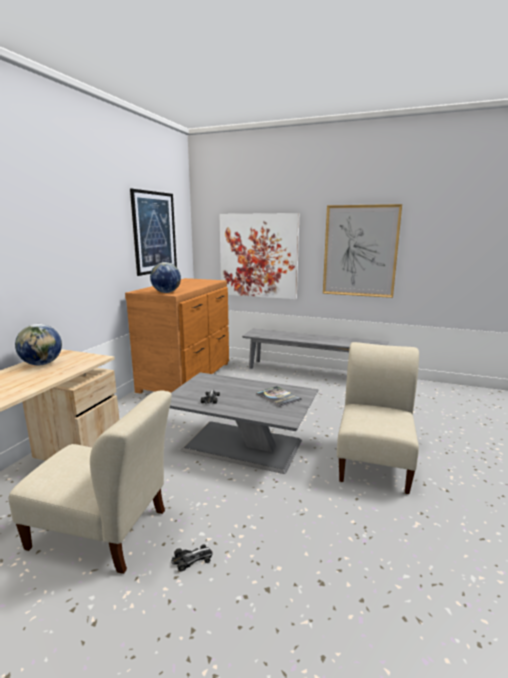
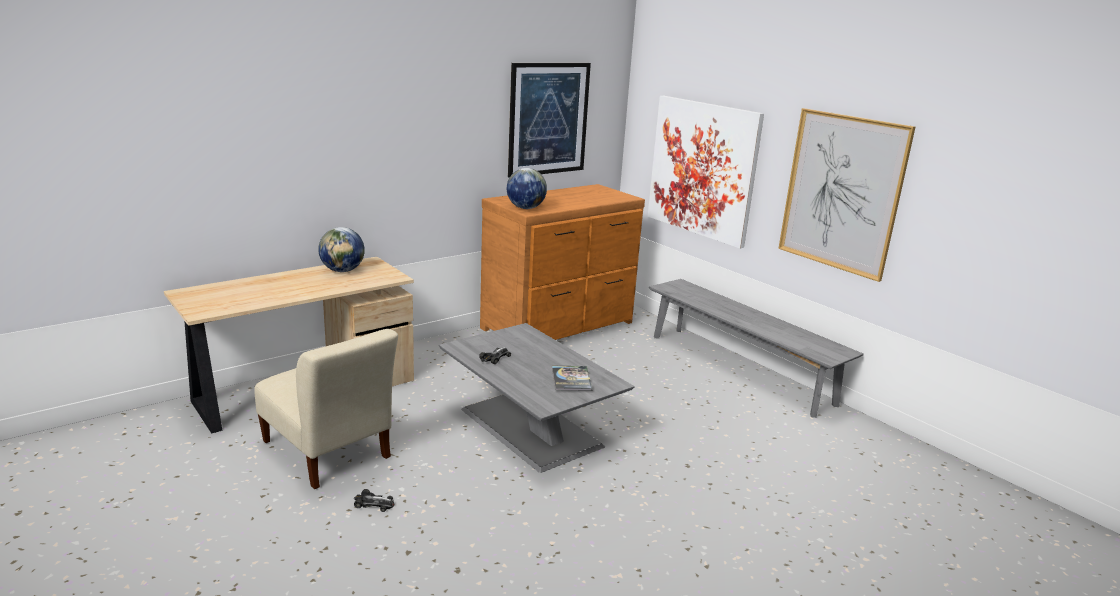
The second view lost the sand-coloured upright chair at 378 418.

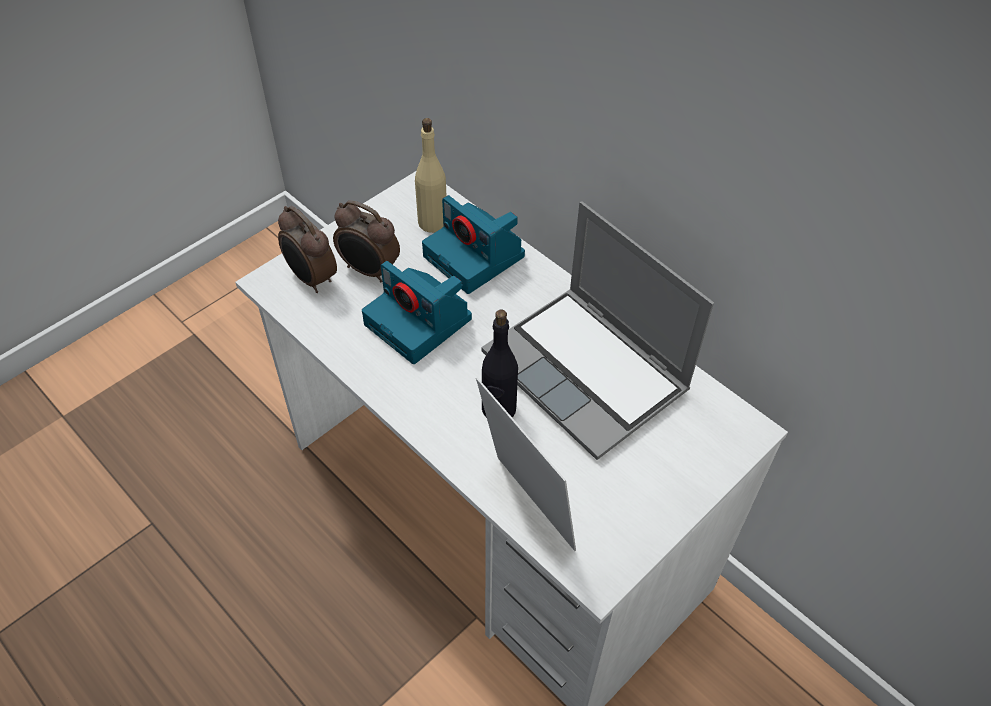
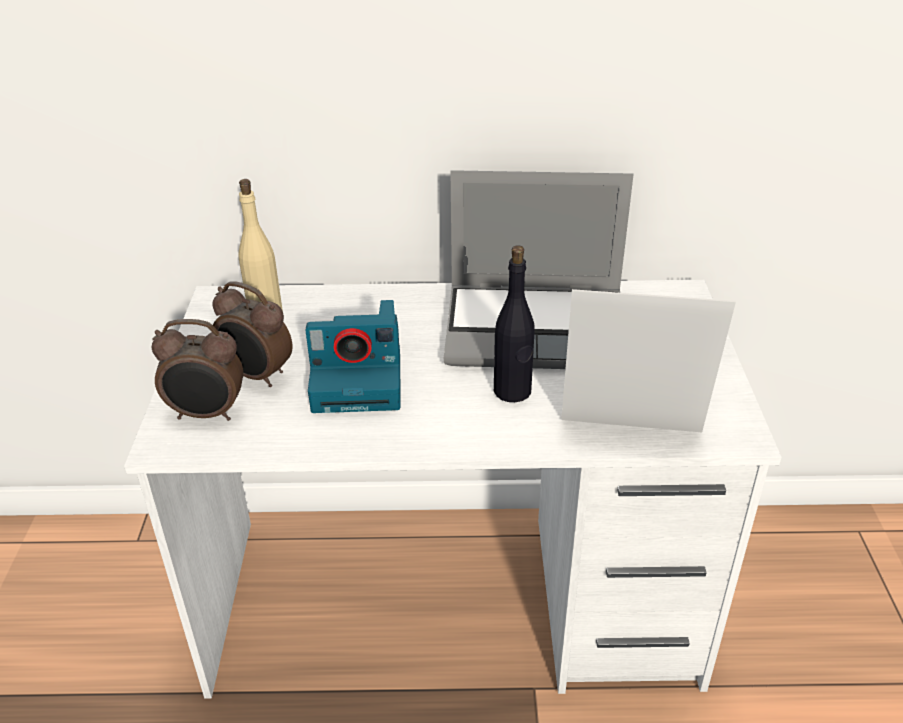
The alarm clock at 366 241 ended up facing another way, 45 degrees clockwise from before. The second view lost the photo camera at 473 244.

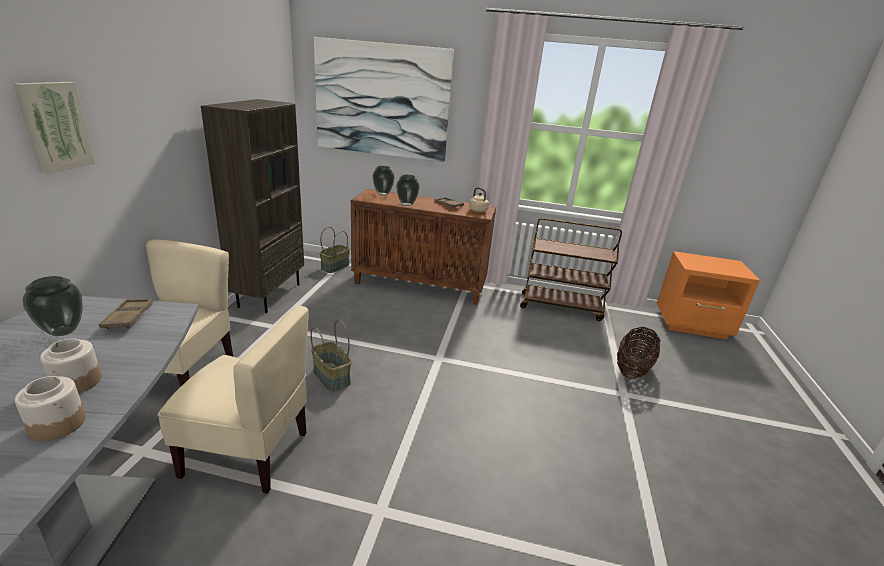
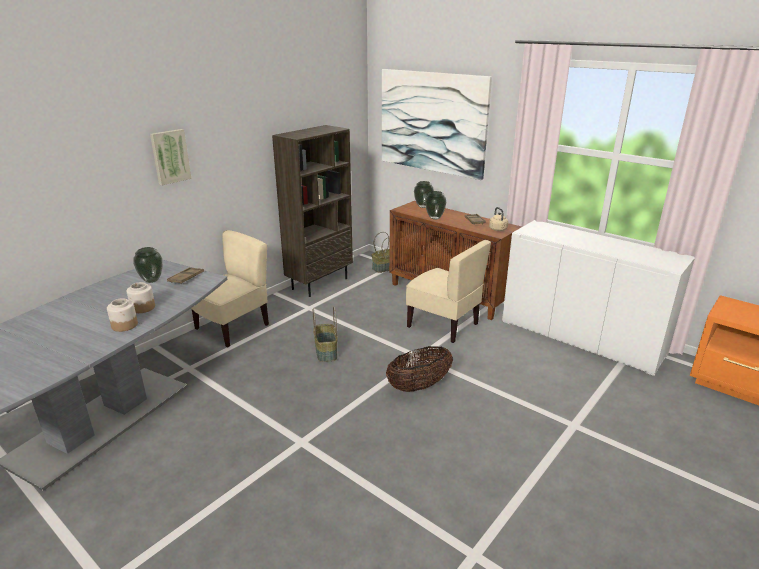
The household basket ended up elsewhere, having gone from 638 353 to 419 369. The sand-coloured upright chair ended up elsewhere, having gone from 233 400 to 448 291. Where the brown trolley stood at 571 269, the white-coloured cabinet came to stand at 598 298.

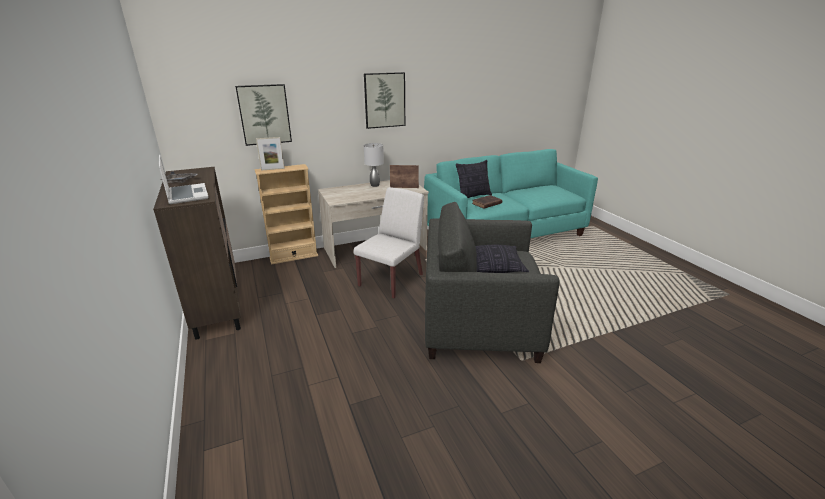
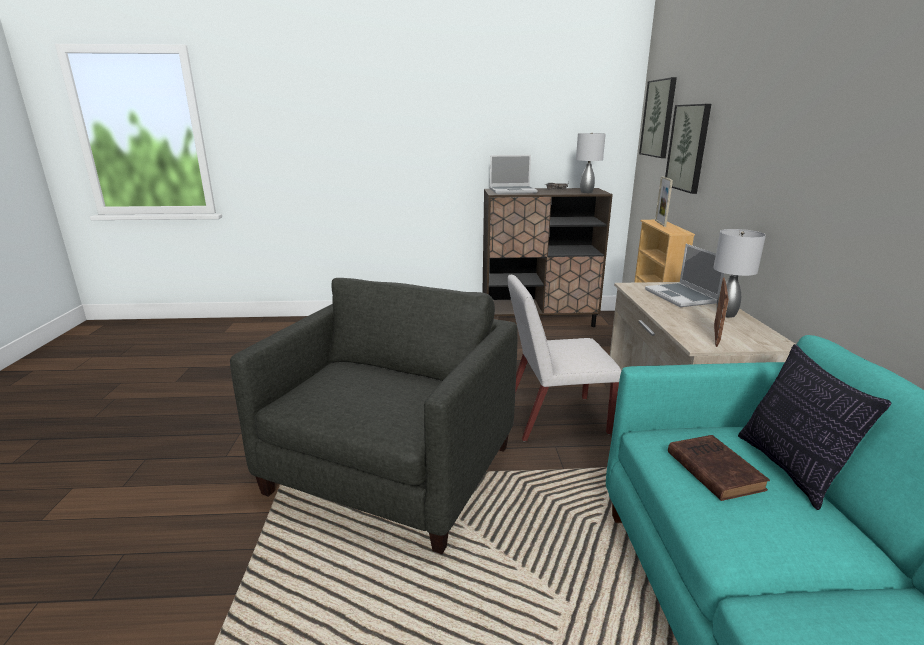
The white-coloured upright chair at 389 243 ended up facing another way, 120 degrees clockwise from before. The second view gained the greyish tabletop lamp at 591 163. The wall art ended up elsewhere, having gone from 384 100 to 658 117. The second view gained the portable computer at 684 275. The second view lost the pillow at 502 259.

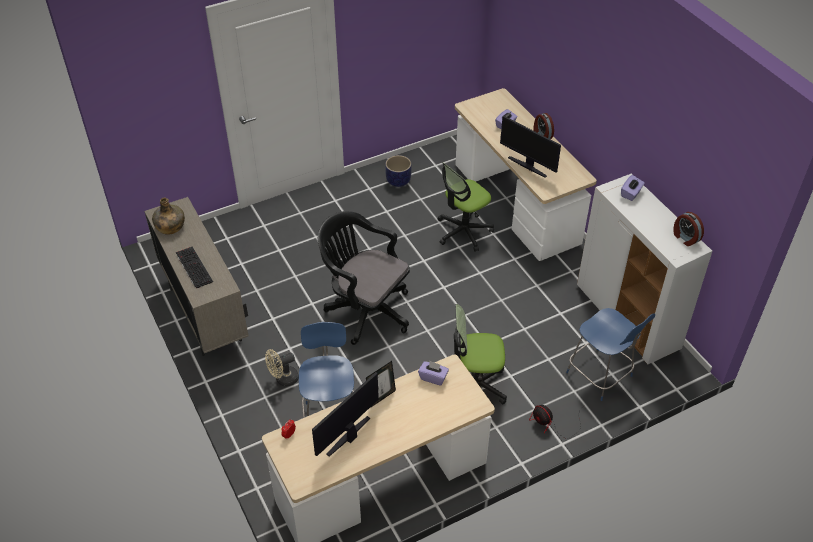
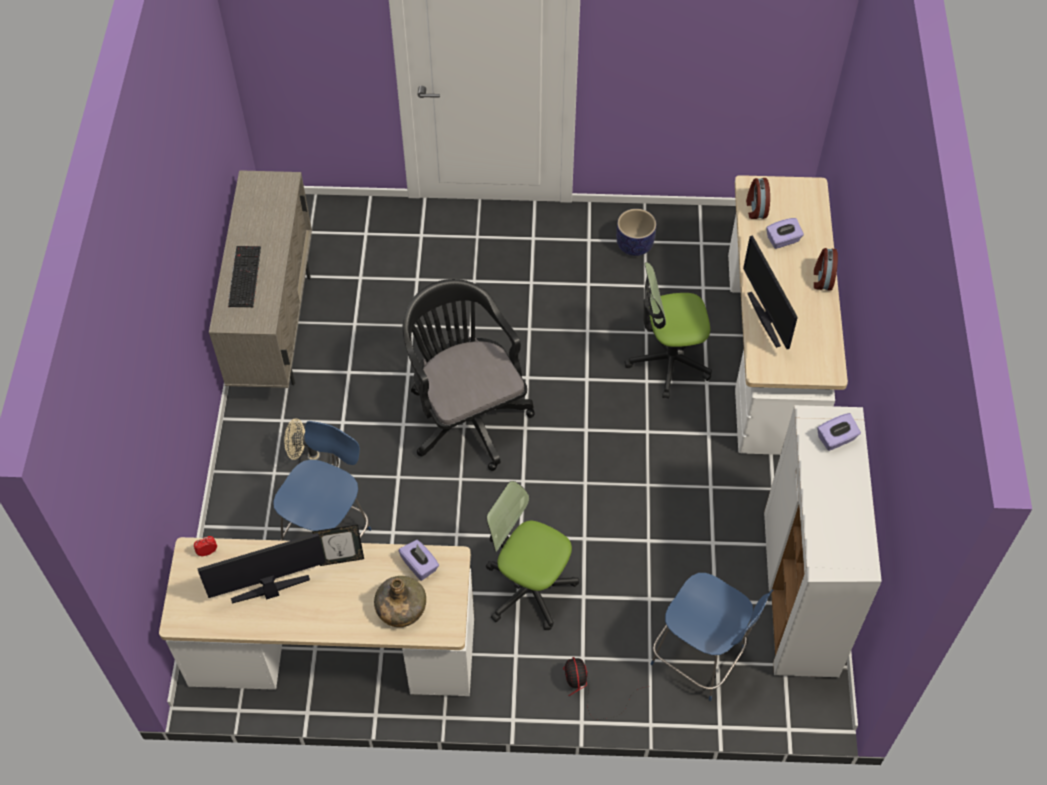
The greenish bottle ended up elsewhere, having gone from 168 216 to 400 601. The blue upright chair at 610 354 ended up facing another way, 45 degrees counterclockwise from before. The alarm clock ended up elsewhere, having gone from 688 229 to 758 198.

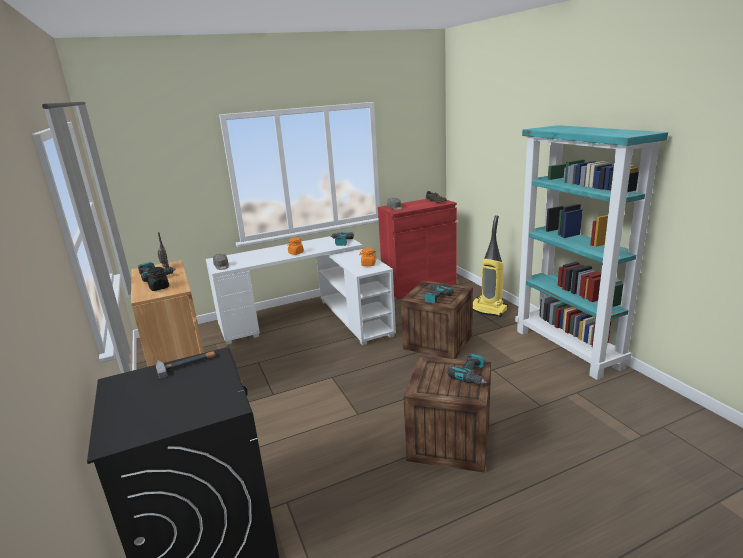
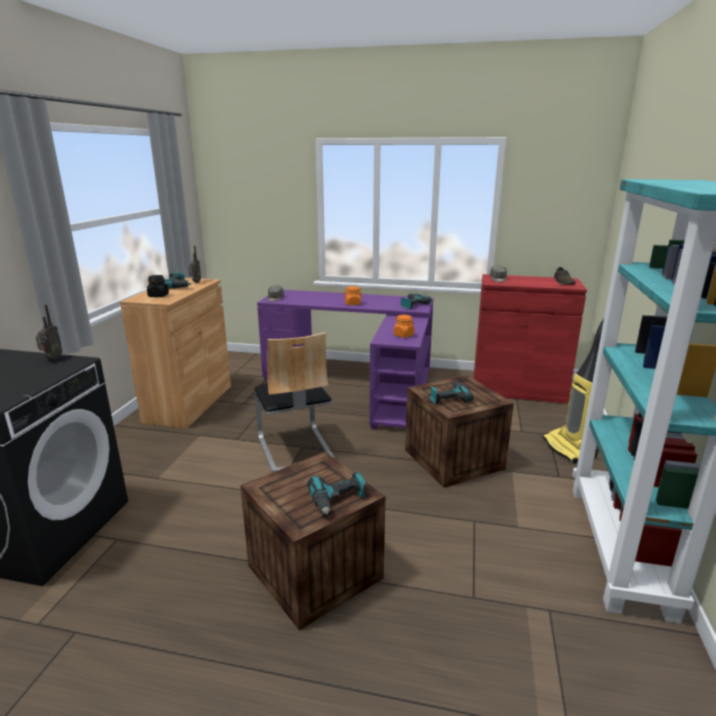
Where the hand hammer stood at 185 365, the radio set came to stand at 48 332. The second view gained the upright chair at 294 402. What was the white-coloured desk at 301 290 turned into the purplish desk at 345 359.

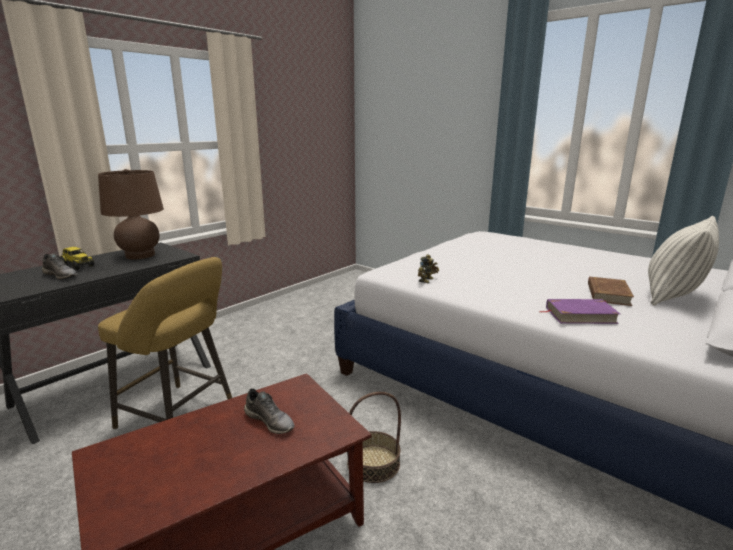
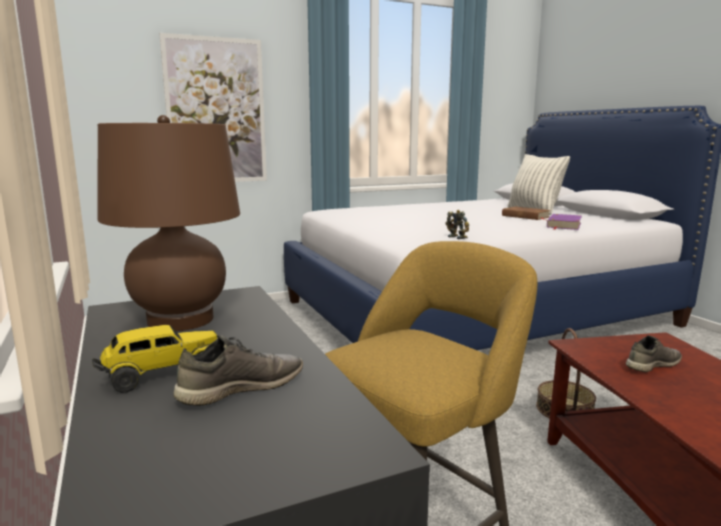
The second view gained the wall art at 213 107.

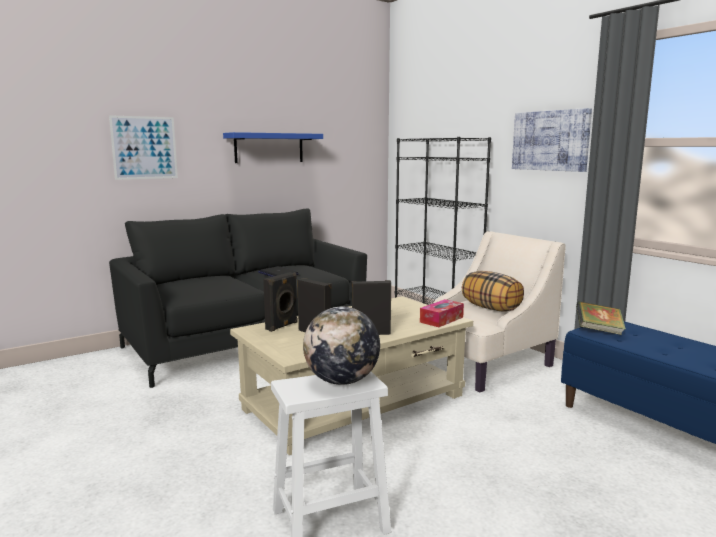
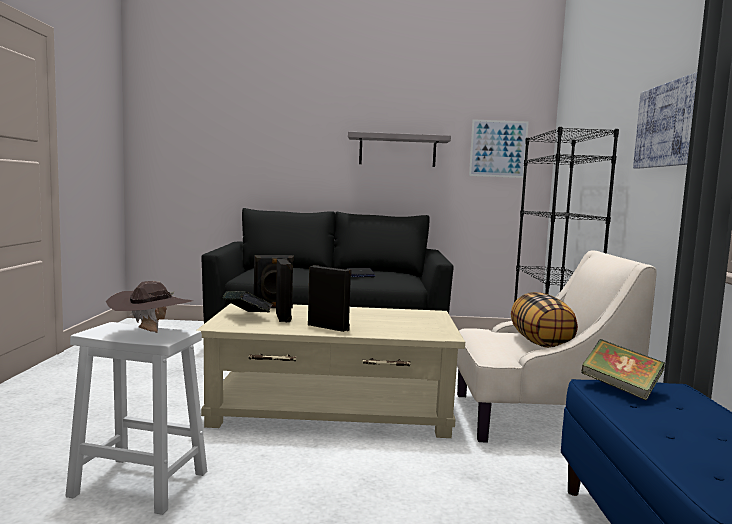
Where the world globe stood at 341 346, the brown hat came to stand at 149 307. The second view gained the bound book at 247 301. What was the blue wall shelf at 273 147 turned into the greyish wall shelf at 399 149. The wall art ended up elsewhere, having gone from 143 147 to 499 148. The second view lost the tissue holder at 442 313.

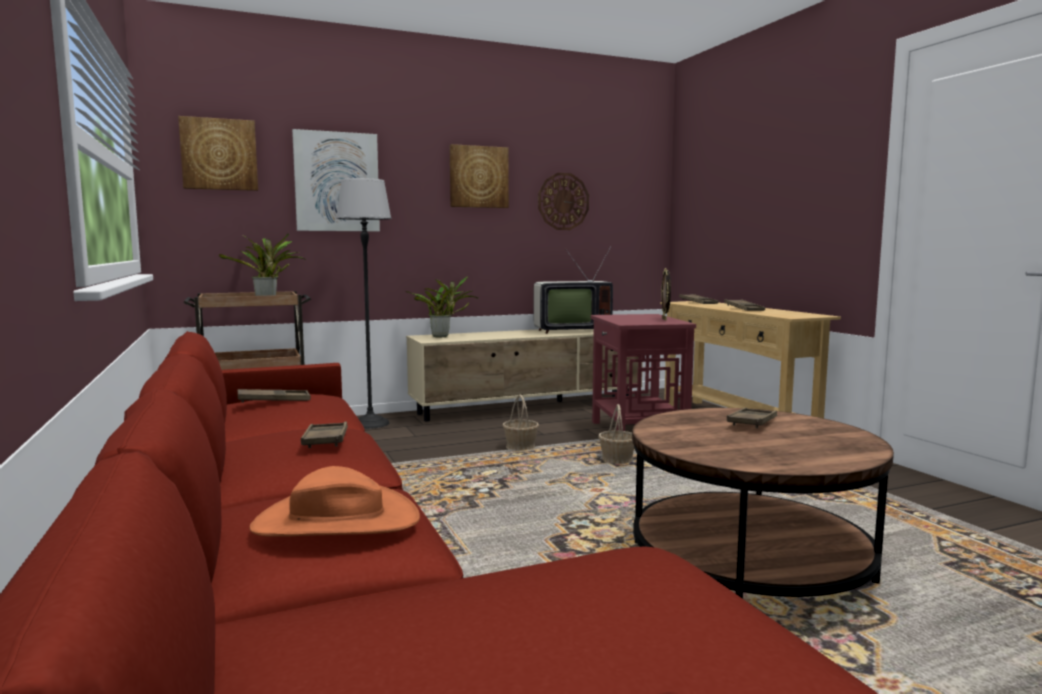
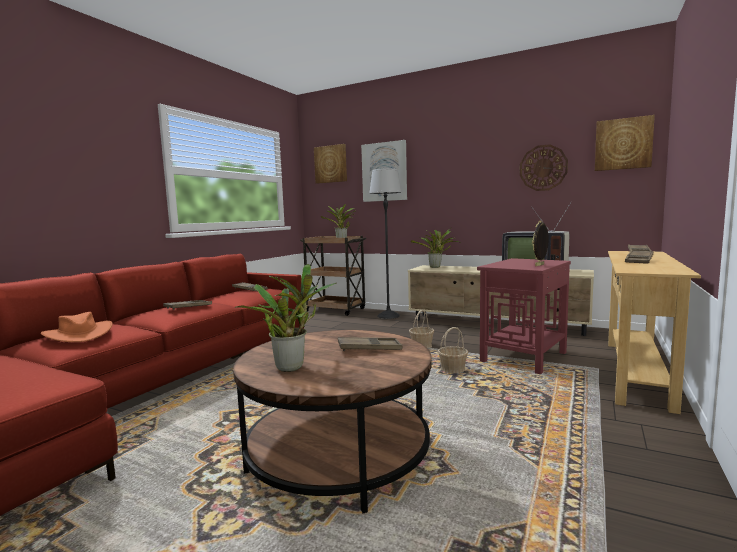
The second view gained the potted plant at 286 318. The wall art ended up elsewhere, having gone from 479 176 to 625 143.

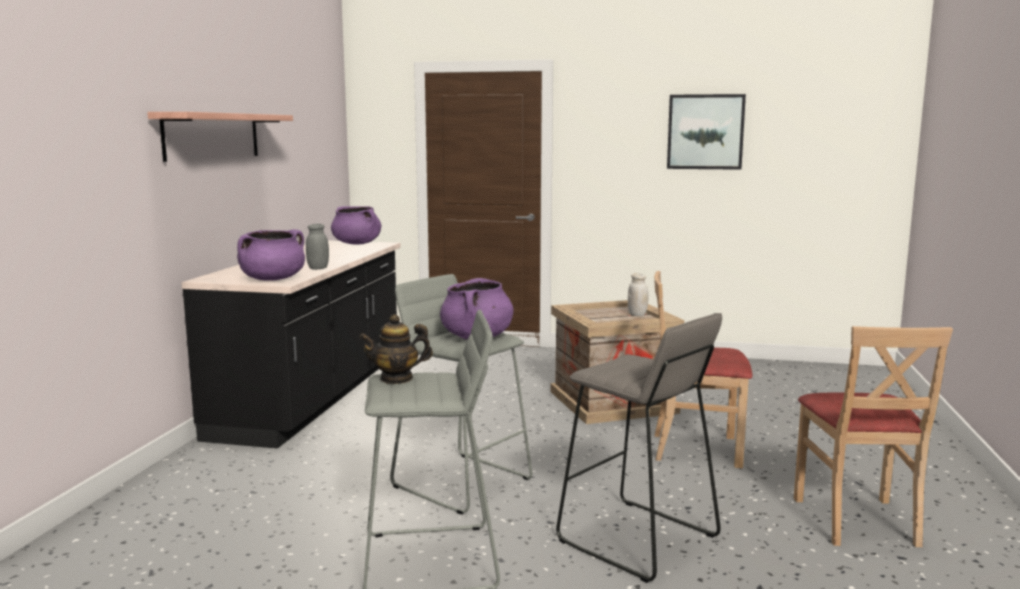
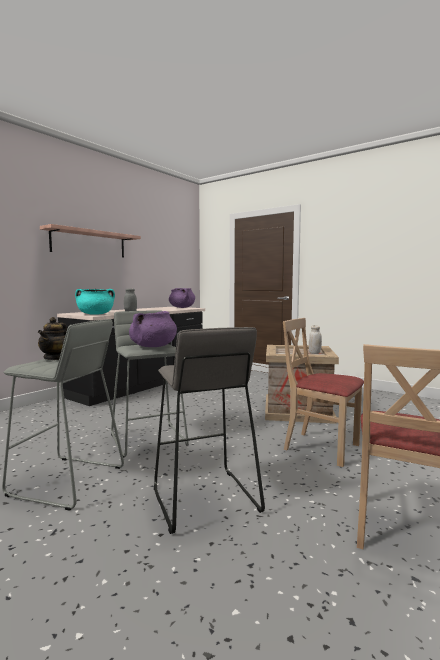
The tea pot at 396 349 ended up facing another way, 90 degrees counterclockwise from before. What was the purplish stockpot at 271 255 turned into the turquoise stockpot at 95 302. The second view lost the wall art at 706 132.

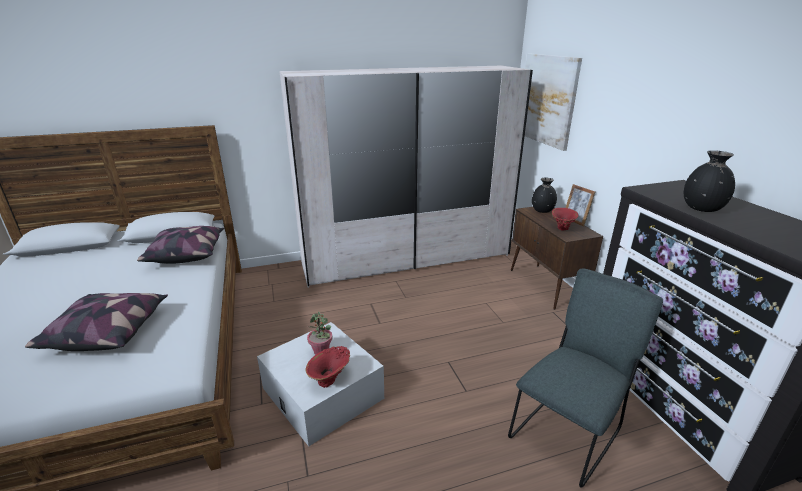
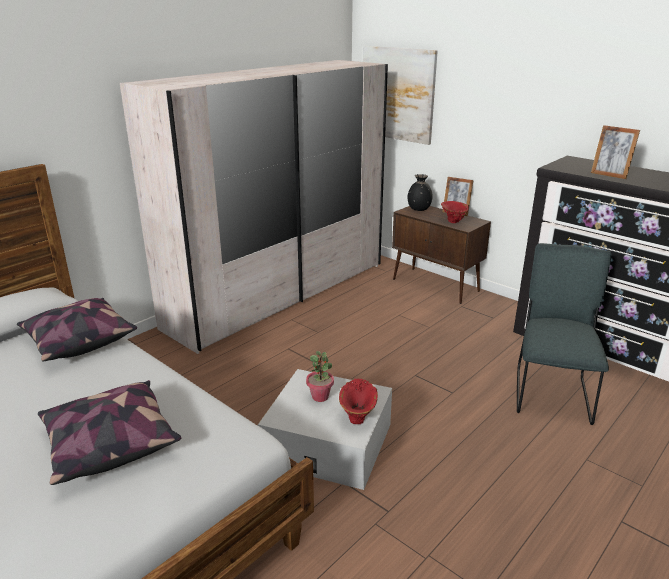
Where the blackish vase stood at 709 181, the photo frame came to stand at 615 152.

